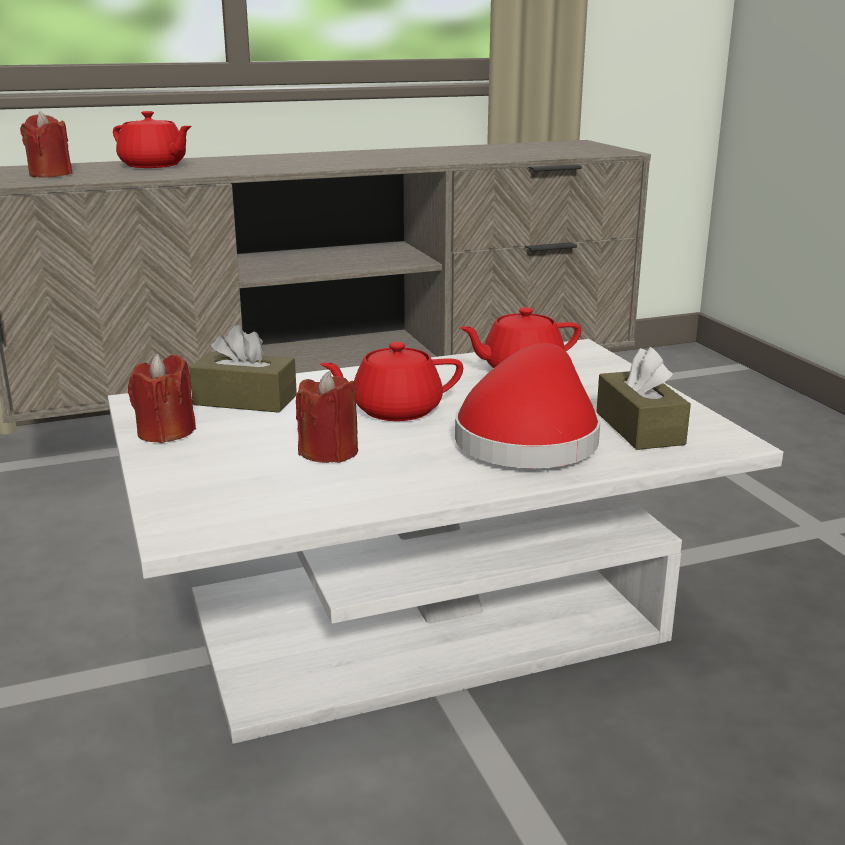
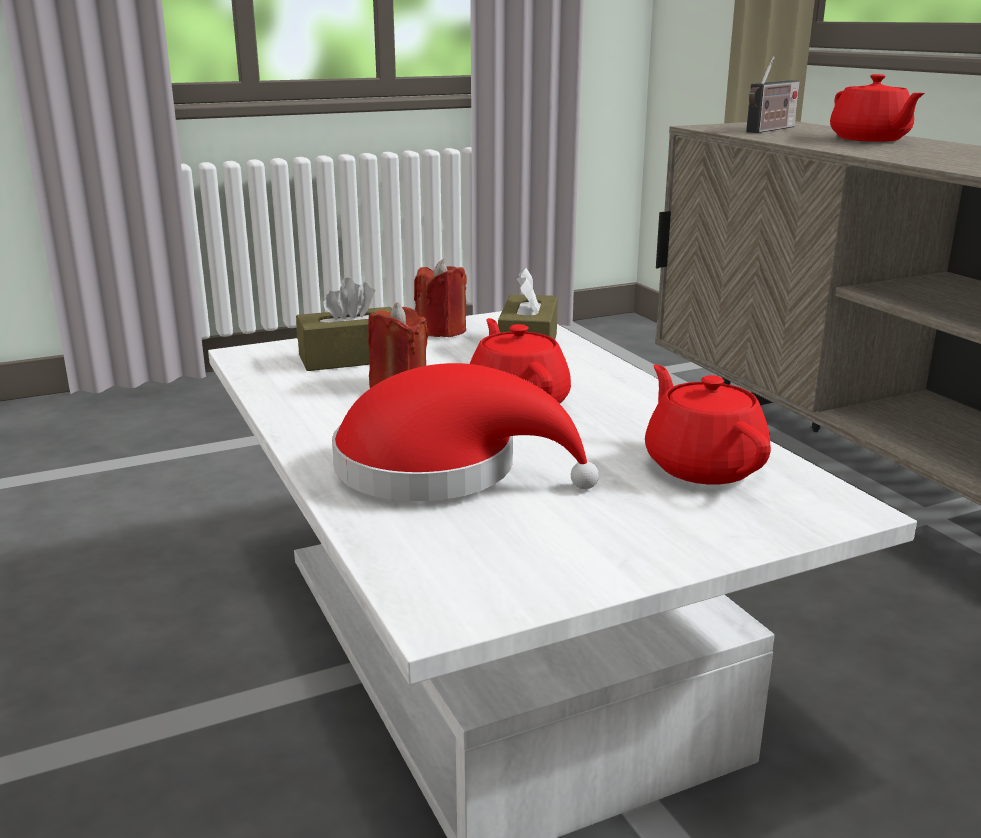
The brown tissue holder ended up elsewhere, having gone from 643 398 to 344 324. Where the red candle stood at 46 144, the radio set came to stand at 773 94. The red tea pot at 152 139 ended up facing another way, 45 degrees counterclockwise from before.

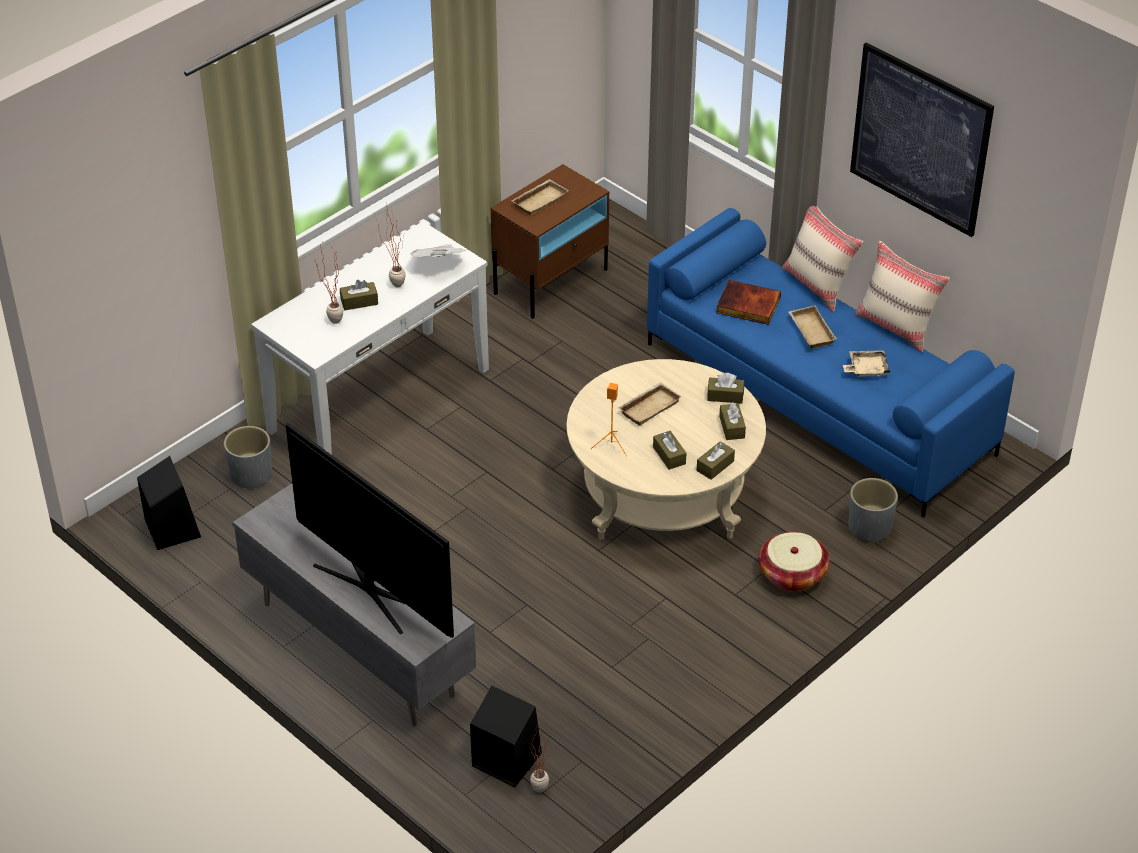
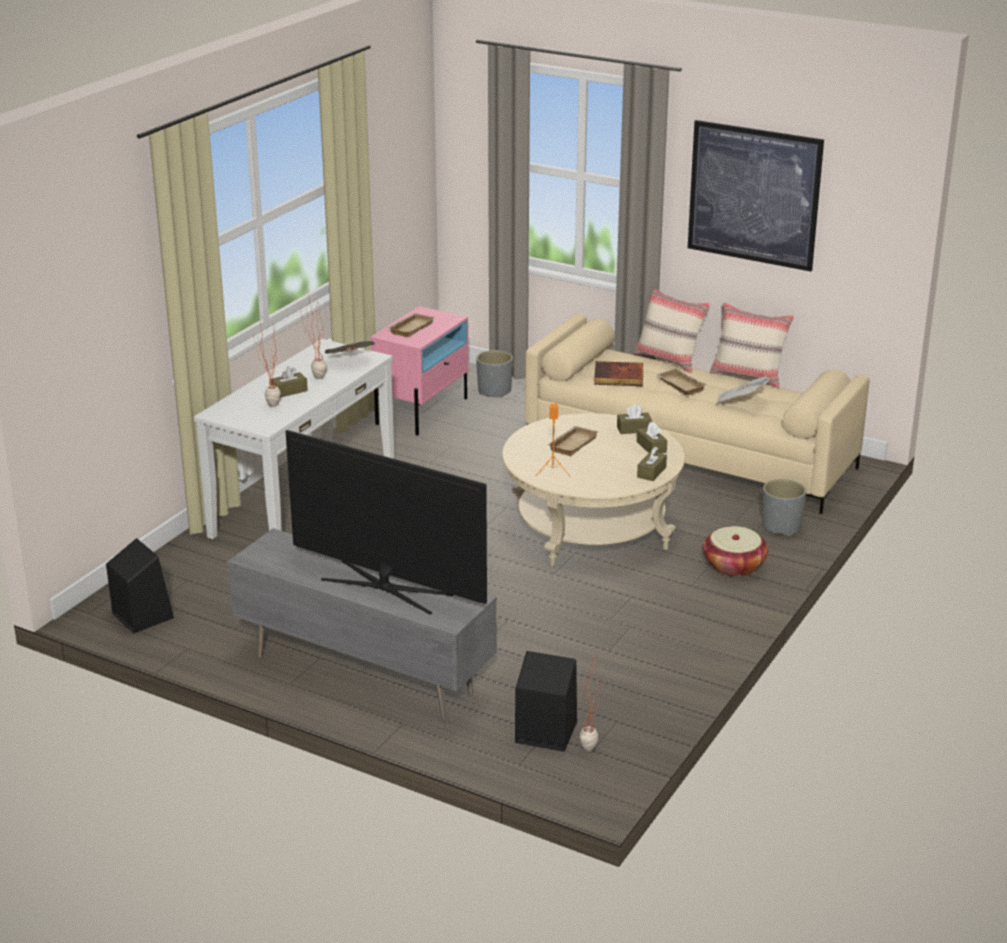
What was the brown night table at 550 241 turned into the pink-coloured night table at 419 371. The greyish plant pot ended up elsewhere, having gone from 248 457 to 494 374. What was the blue couch at 831 363 turned into the sand-coloured couch at 697 414. Where the sand-coloured serving tray stood at 866 363, the printed paper came to stand at 743 389. The second view lost the brown tissue holder at 669 450.

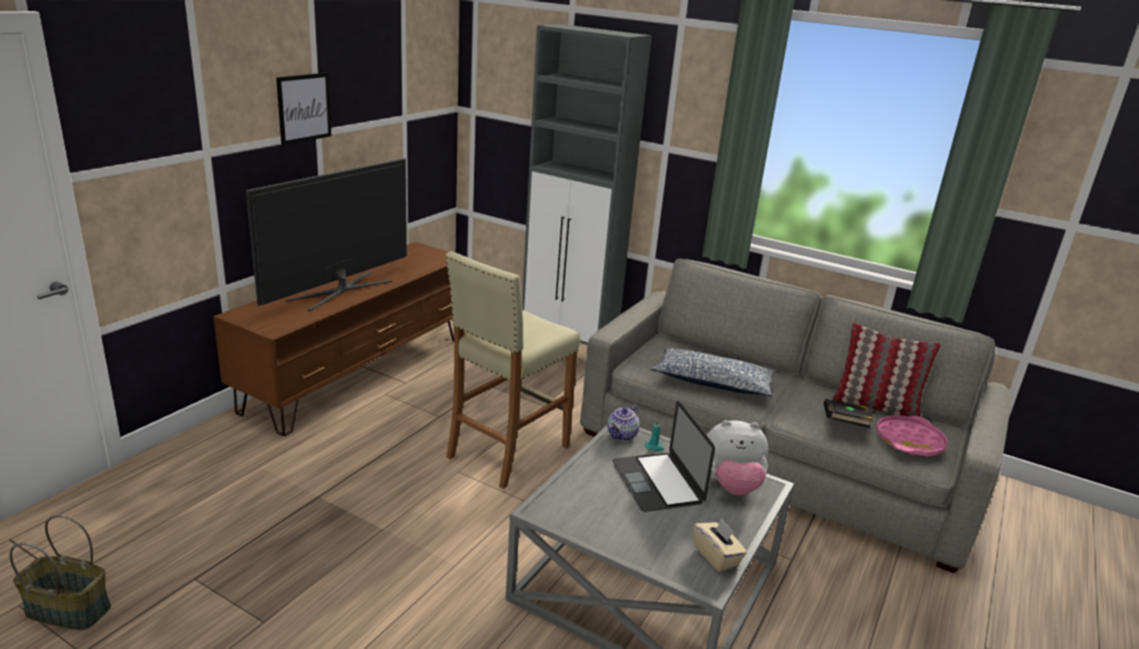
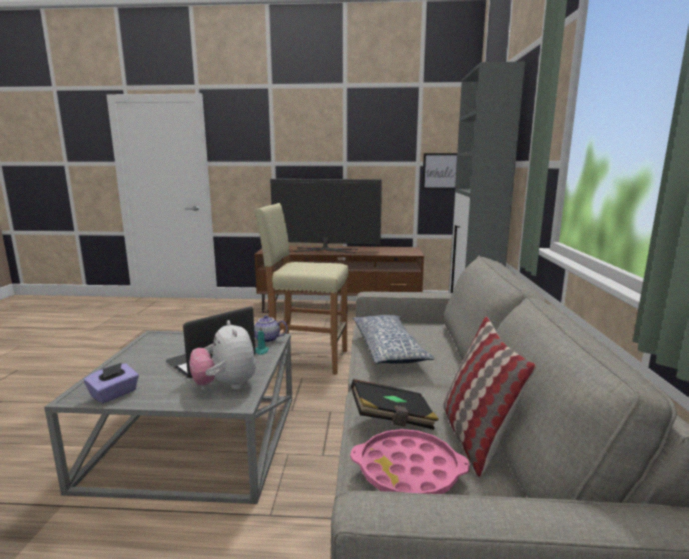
What was the sand-coloured tissue holder at 720 545 turned into the purplish tissue holder at 111 383. The wall art ended up elsewhere, having gone from 303 109 to 439 171. The second view lost the household basket at 60 572.

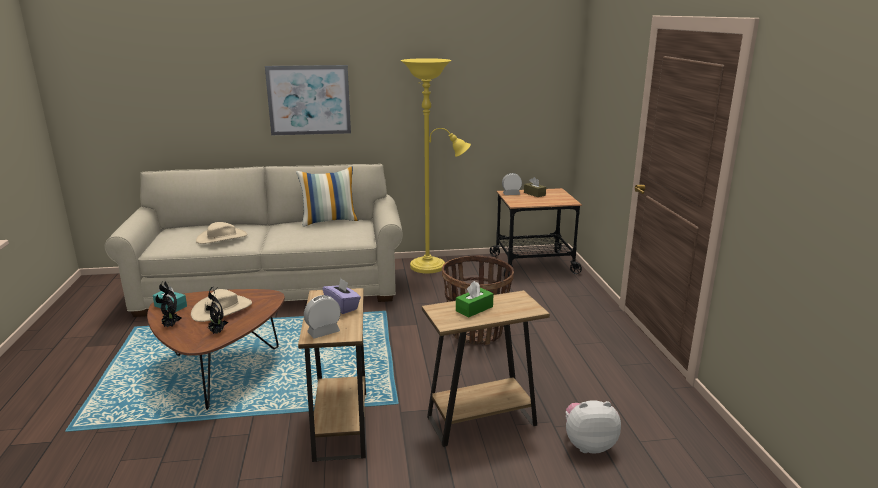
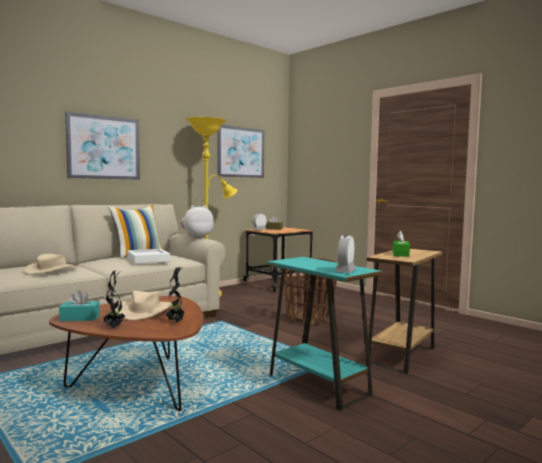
The second view gained the white-coloured serving tray at 148 256. The soft toy ended up elsewhere, having gone from 593 427 to 197 222. The second view gained the wall art at 241 151. What was the brown side table at 332 375 turned into the turquoise side table at 324 334. The second view lost the purplish tissue holder at 341 296.

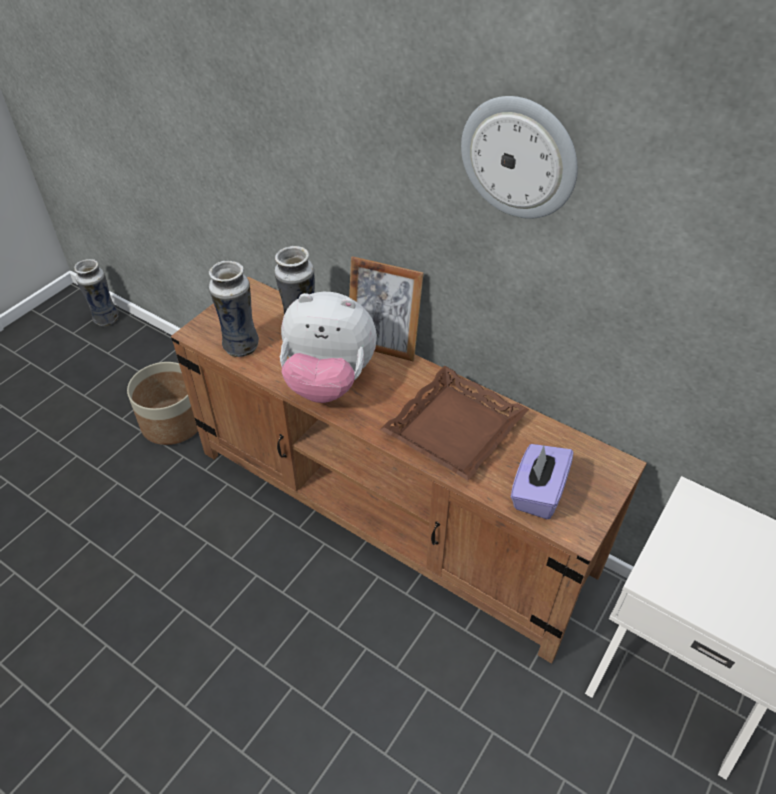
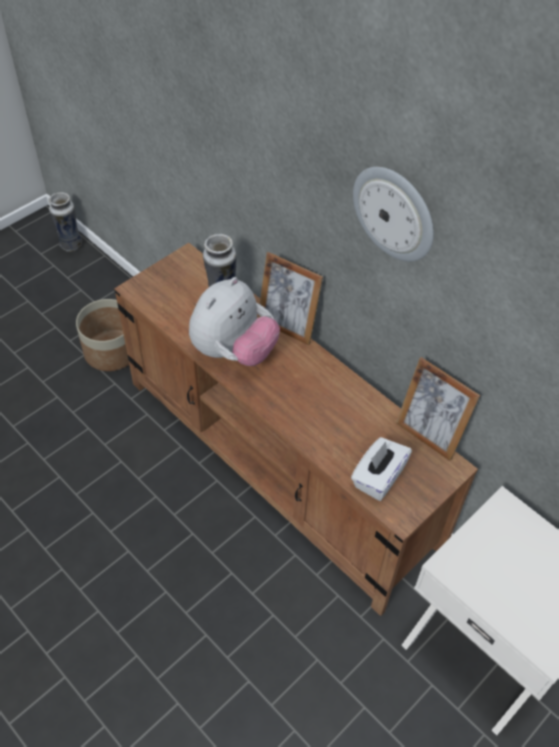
The soft toy at 328 347 ended up facing another way, 75 degrees counterclockwise from before. What was the purplish tissue holder at 542 481 turned into the white-coloured tissue holder at 381 469. The second view gained the photo frame at 438 409. The second view lost the vase at 234 309. The second view lost the brown serving tray at 454 423.

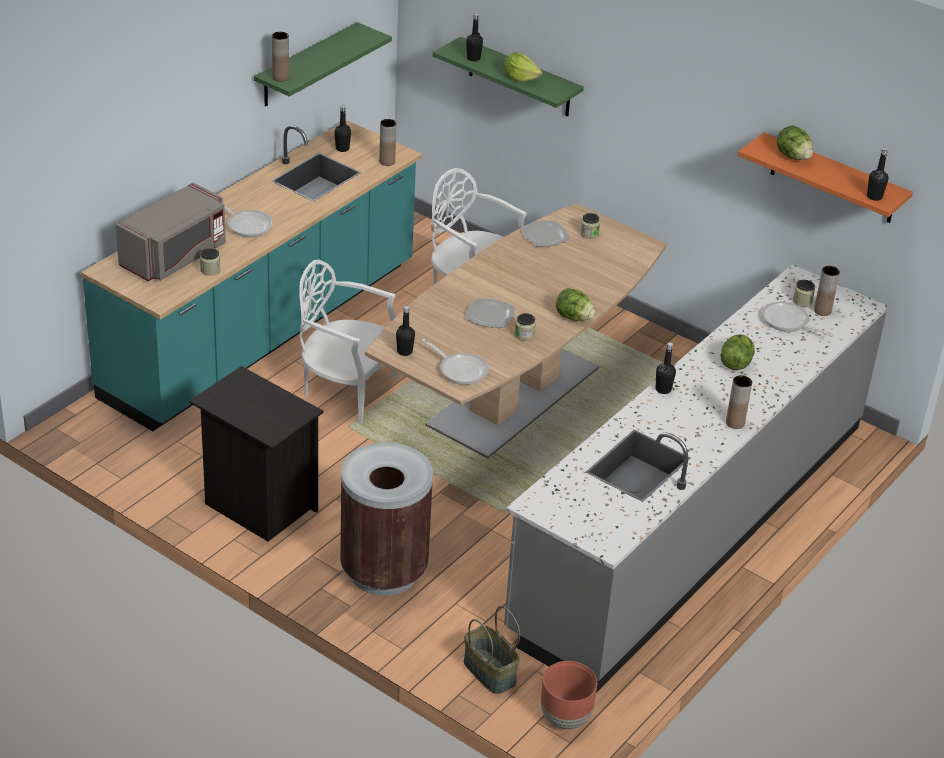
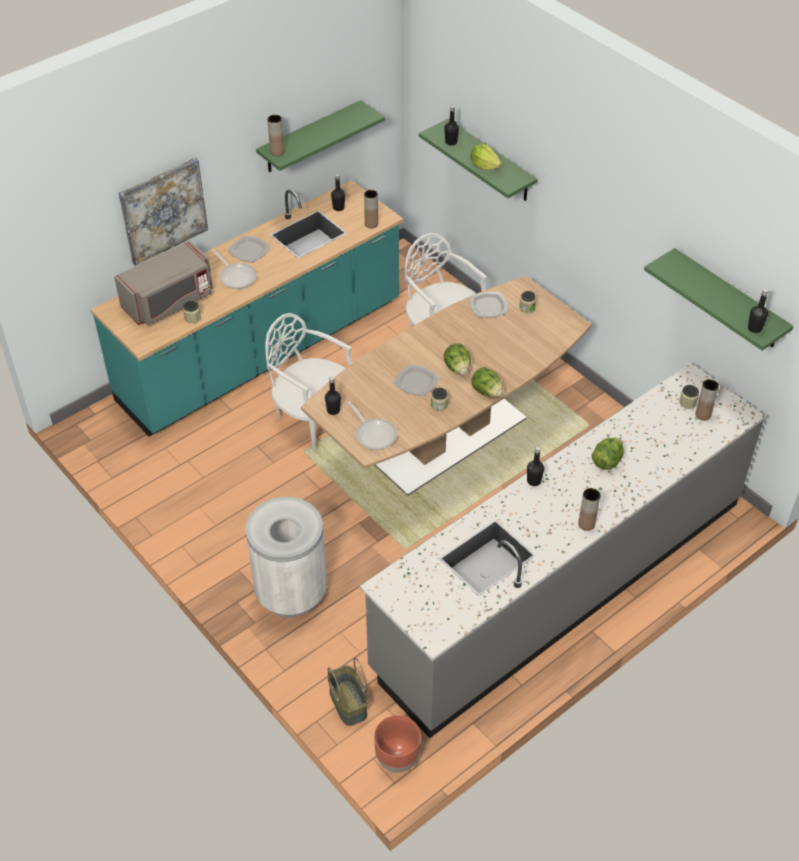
The second view gained the wall art at 163 211. The second view gained the flat dish at 249 249. What was the brown waste bin at 386 519 turned into the white-coloured waste bin at 286 557. The head of lettuce ended up elsewhere, having gone from 795 143 to 457 359. What was the orangey wall shelf at 825 178 turned into the greenish wall shelf at 719 299. The second view lost the blackish night table at 256 453. The second view lost the skillet at 798 319.

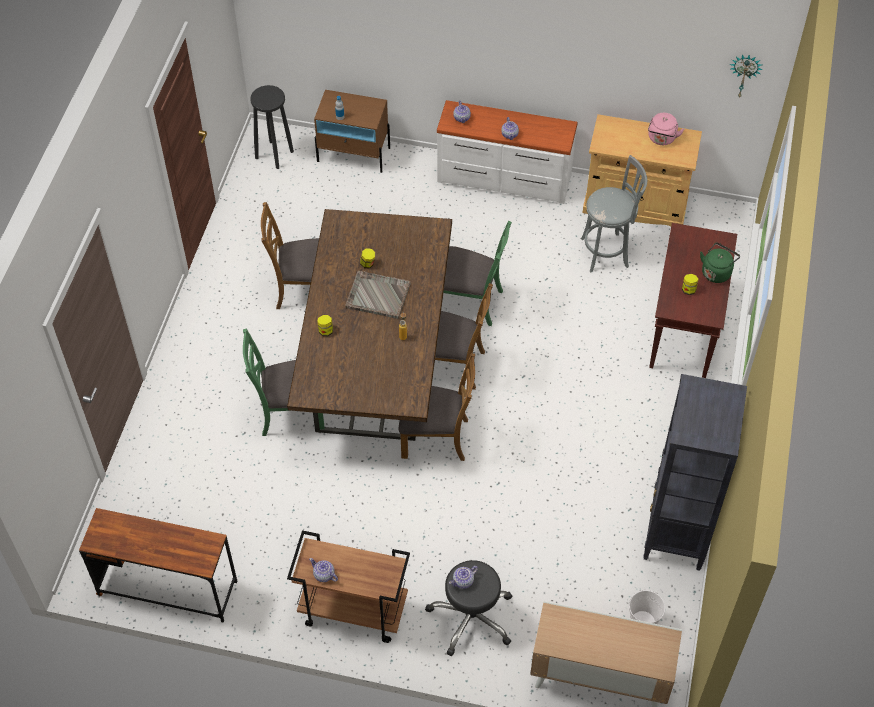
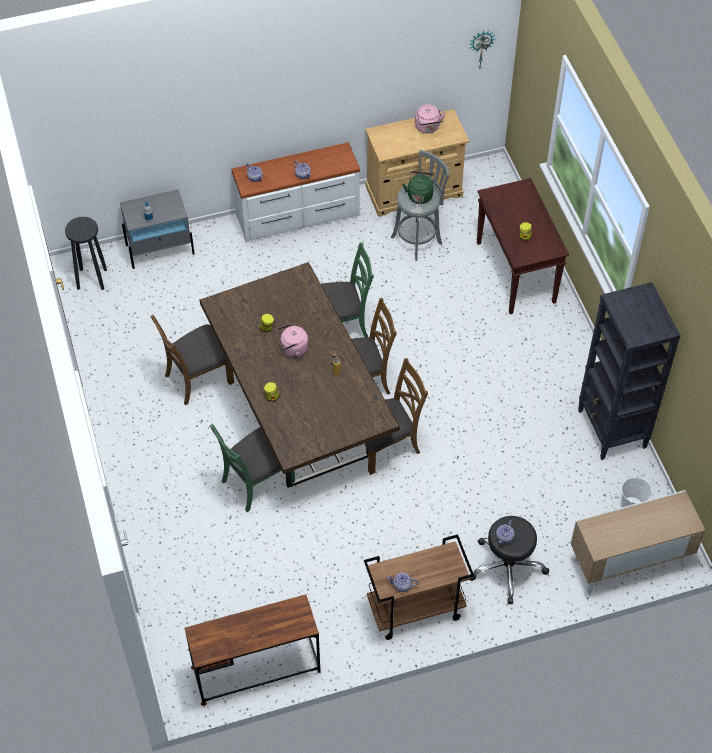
What was the brown night table at 352 131 turned into the greyish night table at 157 229. Where the greyish serving tray stood at 378 295, the pink-coloured water kettle came to stand at 292 341. The greenish water kettle ended up elsewhere, having gone from 720 262 to 418 187.

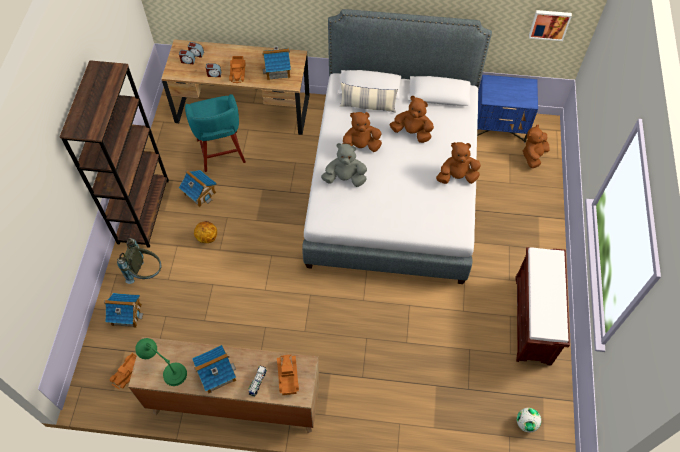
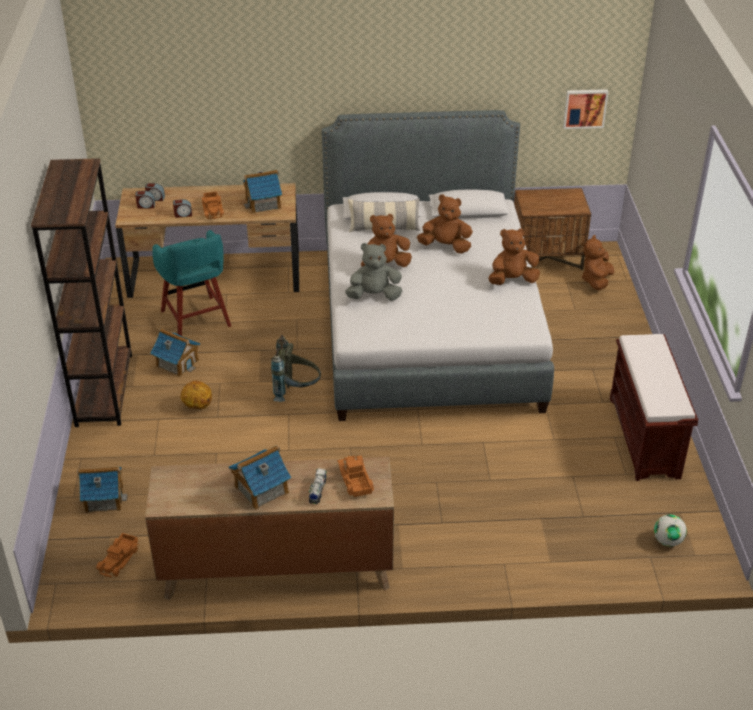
The greyish rucksack ended up elsewhere, having gone from 139 261 to 296 368. What was the blue night table at 507 108 turned into the brown night table at 552 229. The second view lost the greenish tabletop lamp at 161 362.

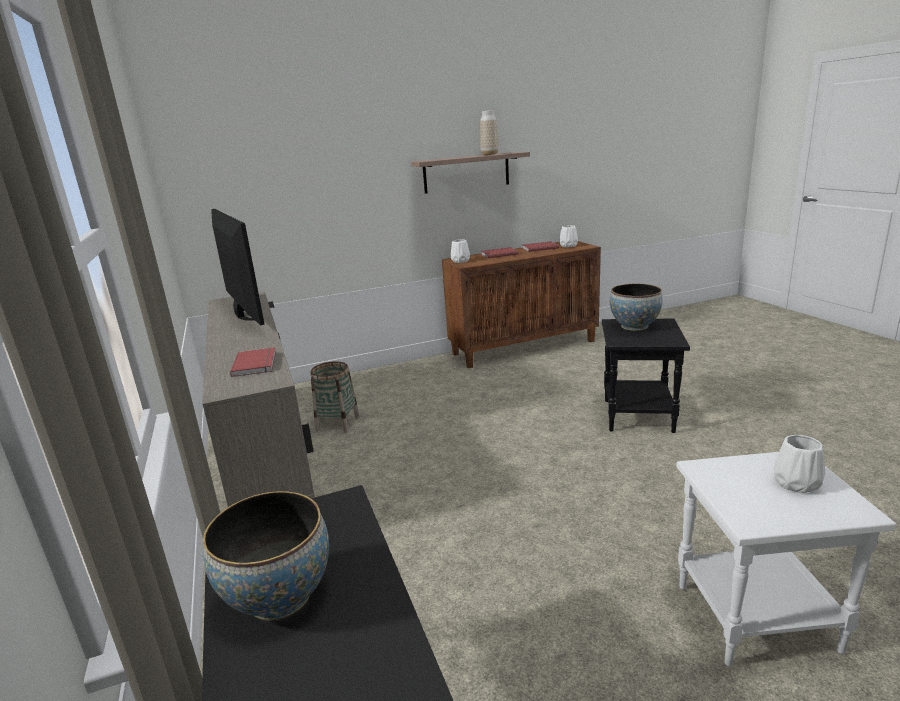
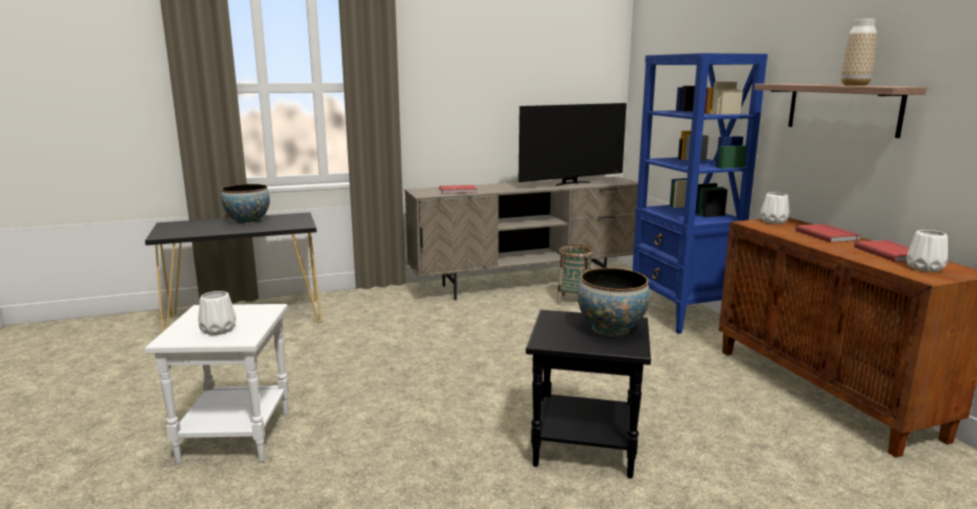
The second view gained the blue shelving unit at 700 193.

